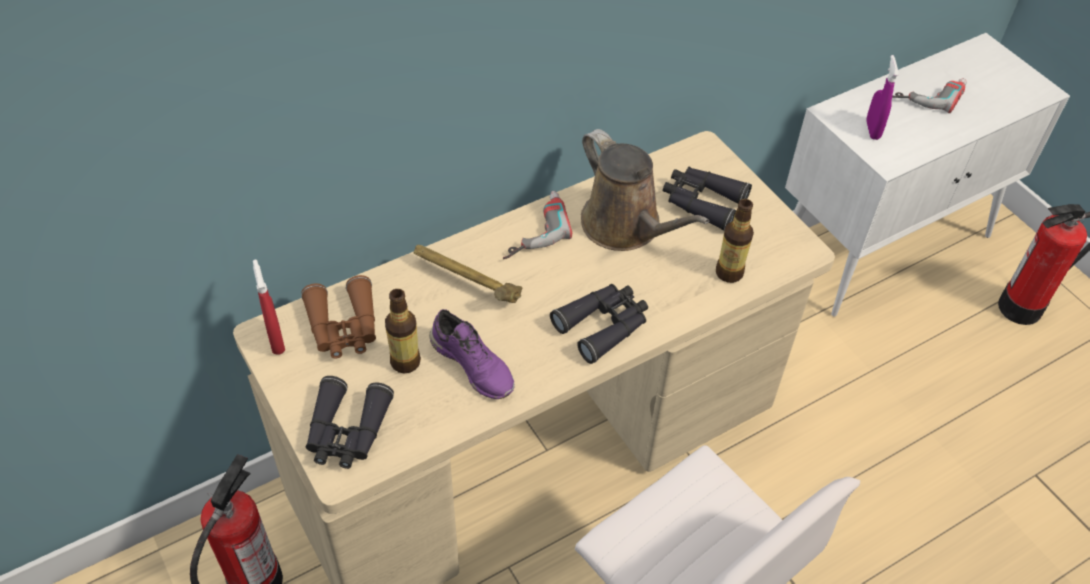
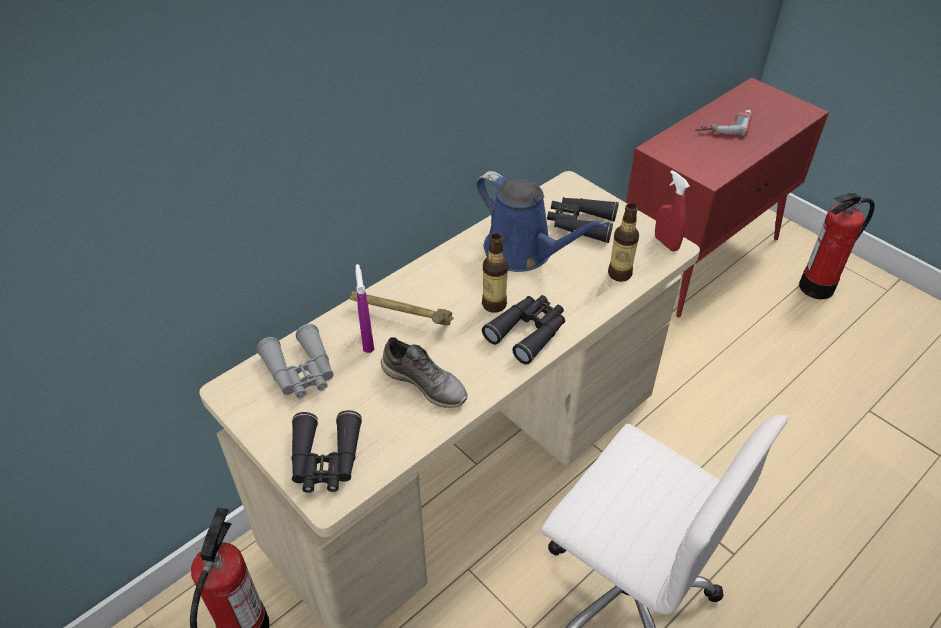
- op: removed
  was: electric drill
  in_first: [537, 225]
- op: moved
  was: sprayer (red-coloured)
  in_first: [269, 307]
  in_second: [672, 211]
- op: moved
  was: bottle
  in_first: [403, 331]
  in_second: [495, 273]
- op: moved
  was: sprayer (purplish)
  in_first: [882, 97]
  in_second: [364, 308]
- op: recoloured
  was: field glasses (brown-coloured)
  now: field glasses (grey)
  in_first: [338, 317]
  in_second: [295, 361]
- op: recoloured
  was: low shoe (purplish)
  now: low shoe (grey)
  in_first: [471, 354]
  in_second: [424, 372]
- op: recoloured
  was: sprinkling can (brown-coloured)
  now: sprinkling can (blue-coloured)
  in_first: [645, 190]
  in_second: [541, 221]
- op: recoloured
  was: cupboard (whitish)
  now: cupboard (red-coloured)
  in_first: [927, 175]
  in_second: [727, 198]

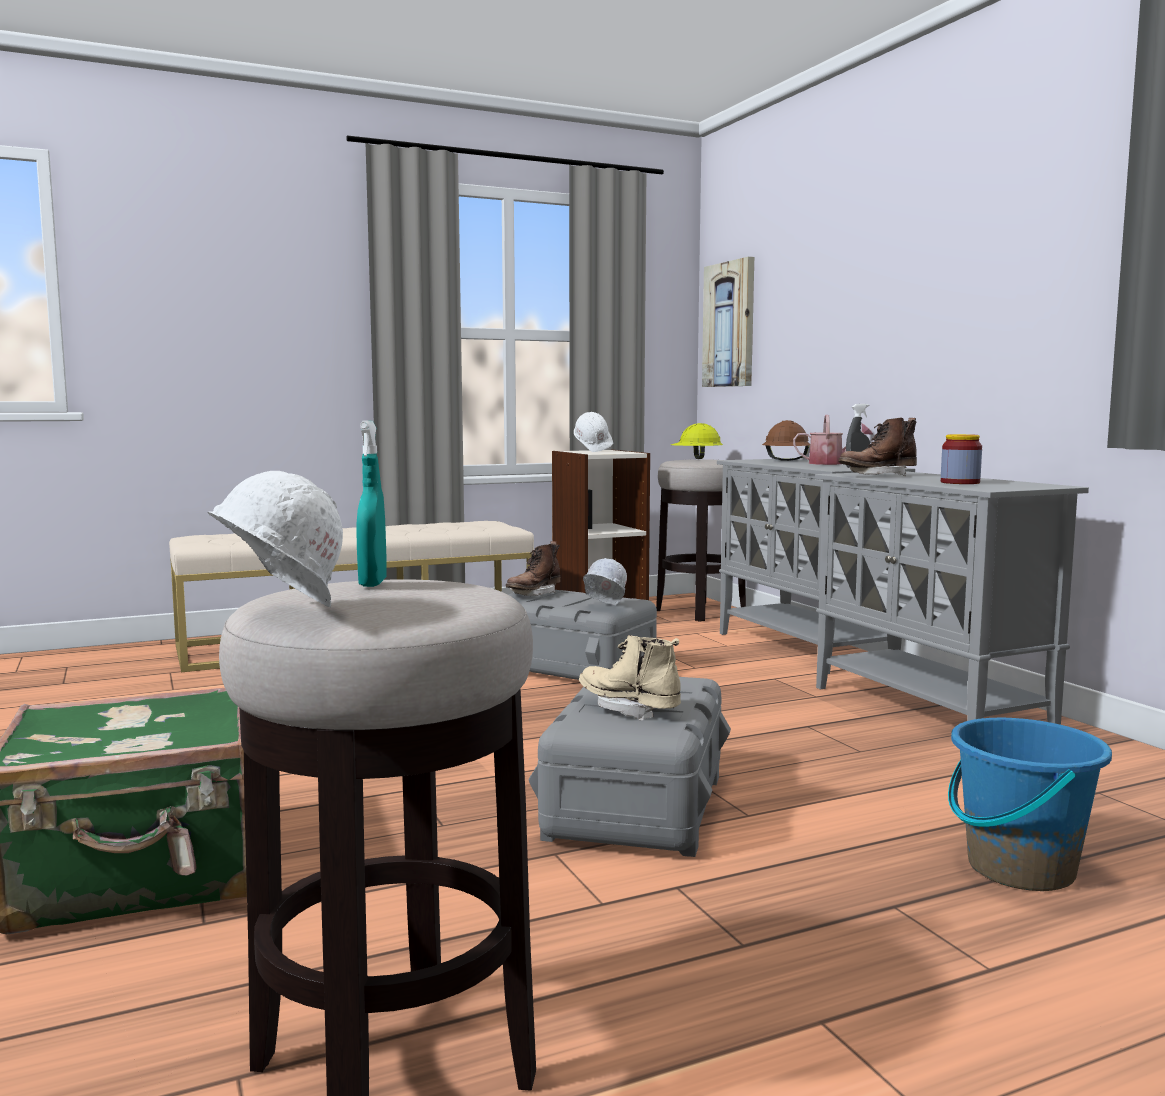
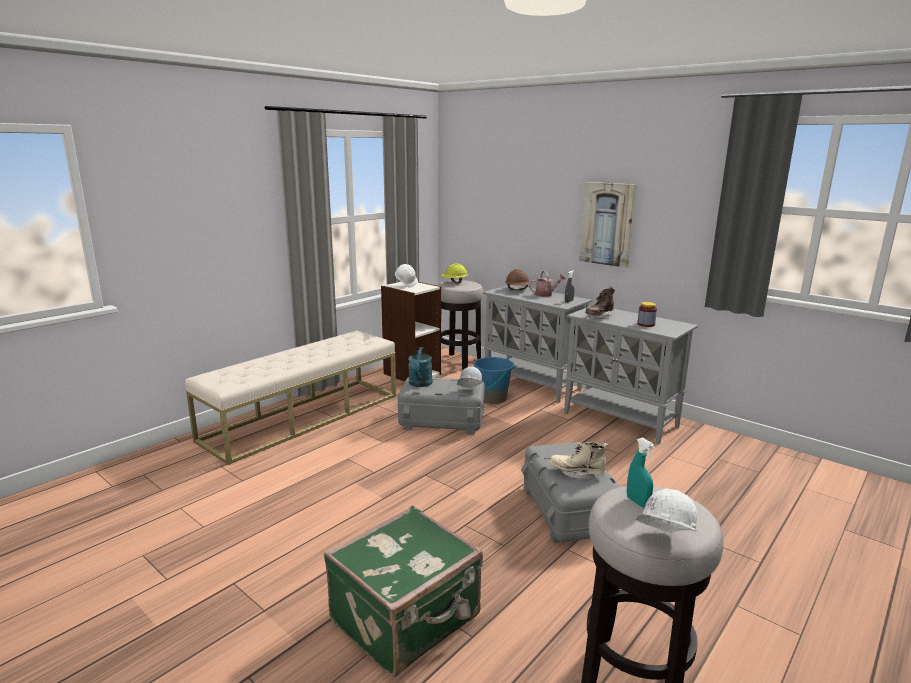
- op: moved
  was: wall picture
  in_first: [728, 322]
  in_second: [608, 225]
- op: moved
  was: pail (blue-coloured)
  in_first: [1030, 804]
  in_second: [494, 380]
- op: replaced
  was: tall boot (brown-coloured)
  now: sprinkling can (turquoise)
  in_first: [533, 568]
  in_second: [420, 367]

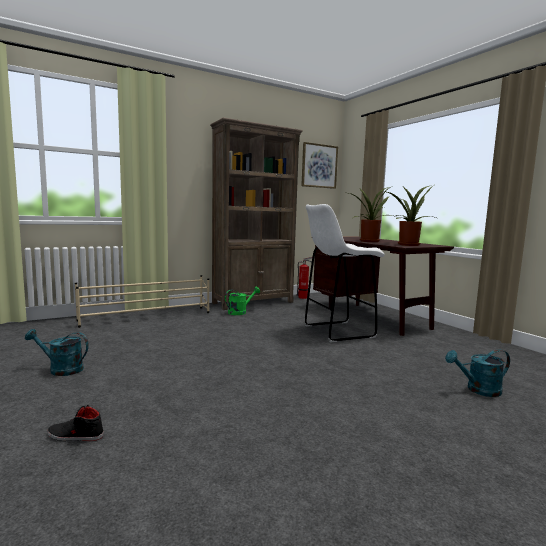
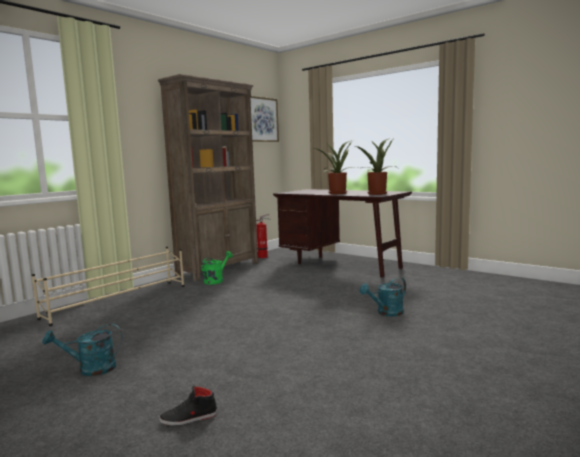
- op: removed
  was: stool (whitish)
  in_first: [345, 273]
- op: moved
  was: sprinkling can (turquoise)
  in_first: [477, 373]
  in_second: [383, 296]

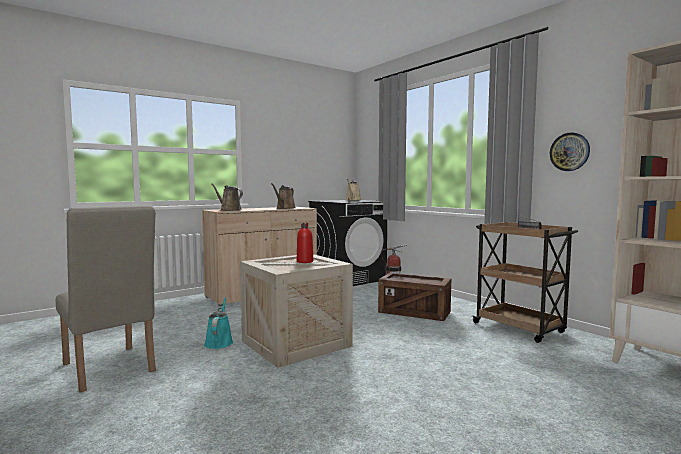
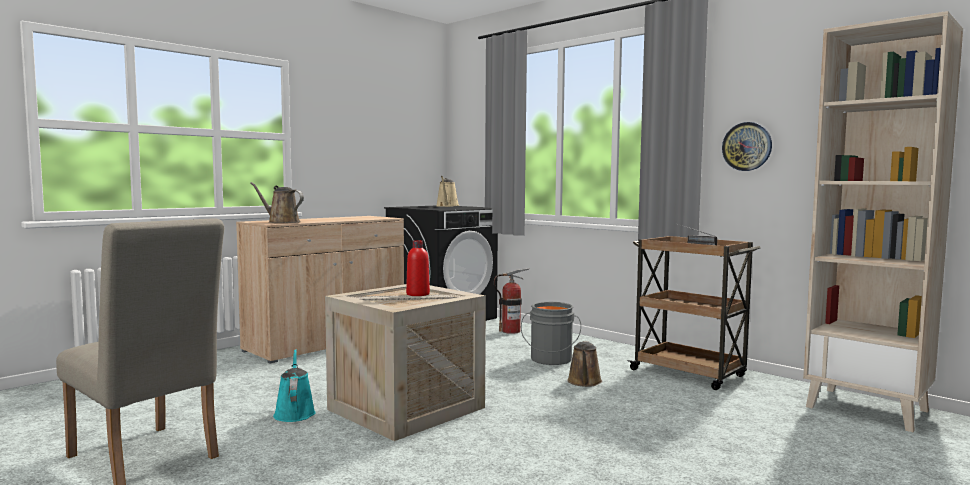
- op: moved
  was: sprinkling can (brown-coloured)
  in_first: [283, 196]
  in_second: [584, 364]
- op: replaced
  was: crate
  now: pail (grey)
  in_first: [414, 297]
  in_second: [551, 333]

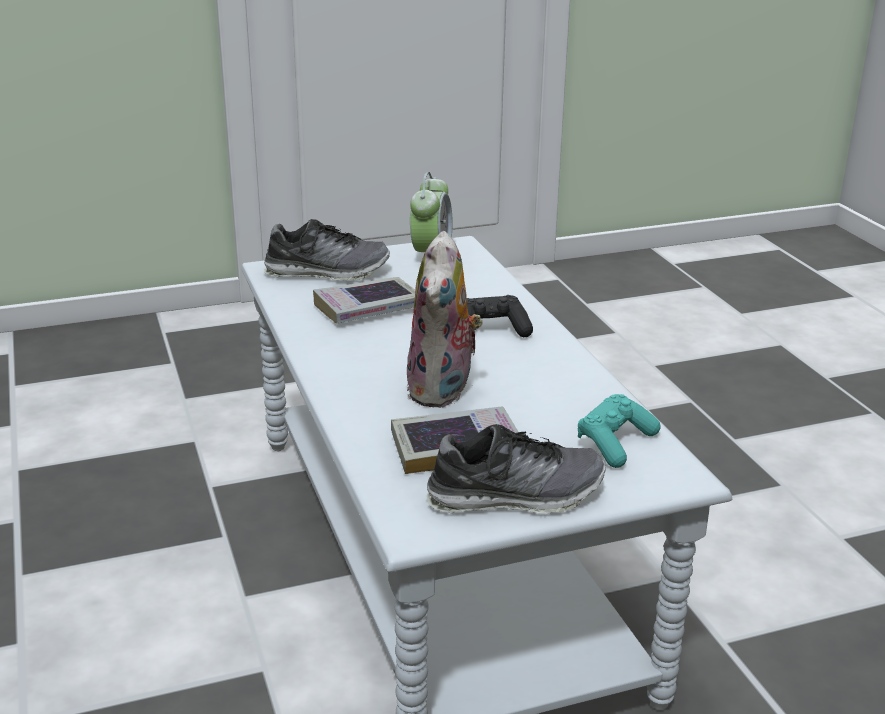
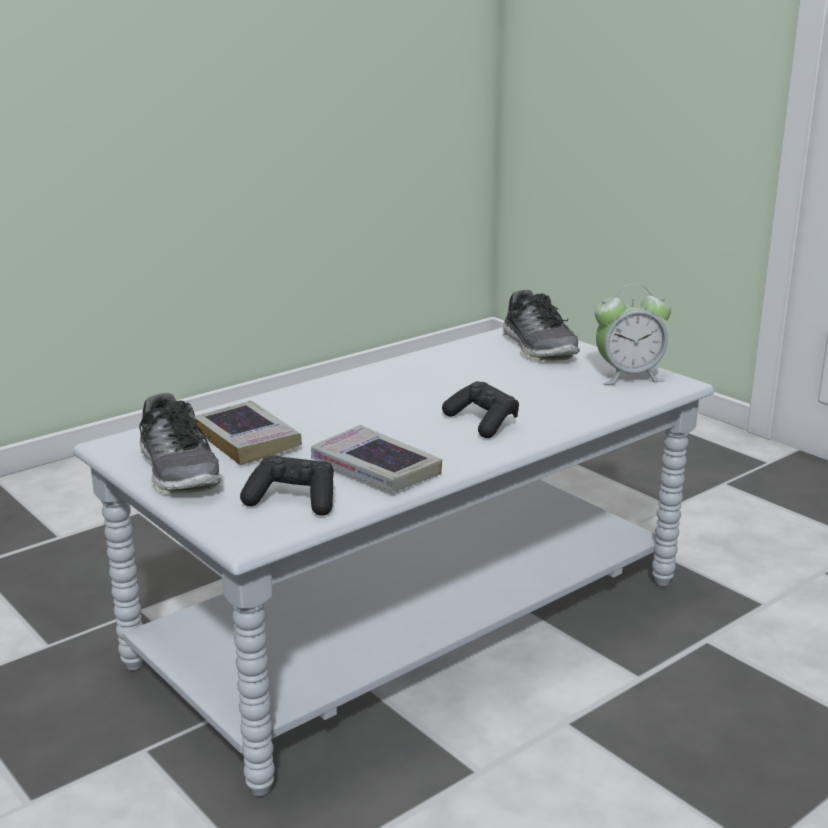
- op: removed
  was: soft toy
  in_first: [445, 319]
- op: moved
  was: volume
  in_first: [364, 300]
  in_second: [376, 458]
- op: recoloured
  was: joypad (turquoise)
  now: joypad (black-coloured)
  in_first: [619, 431]
  in_second: [287, 485]

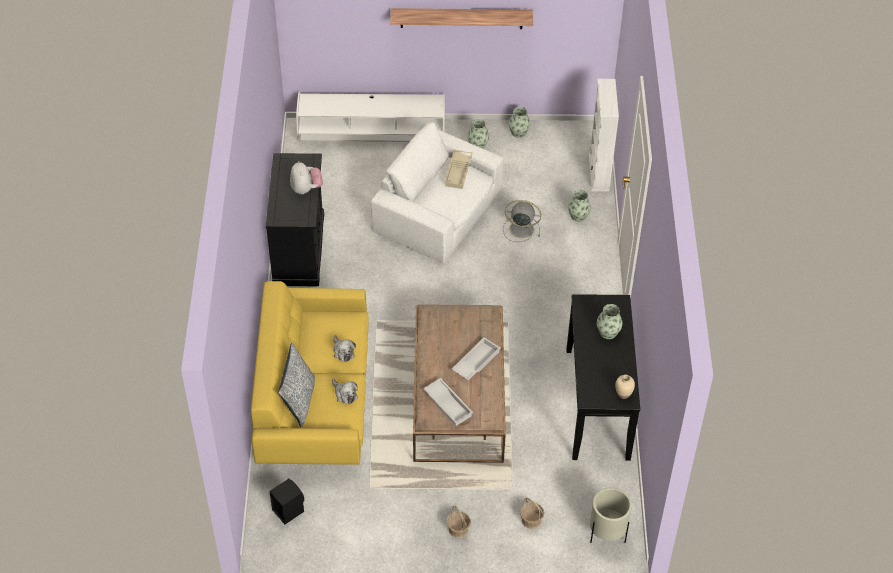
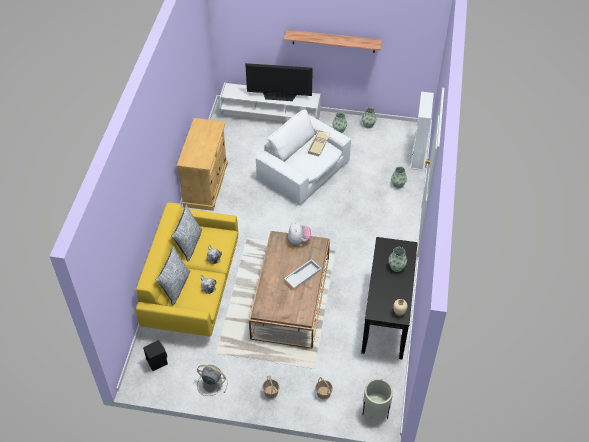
- op: removed
  was: tray (whitish)
  in_first: [448, 402]
- op: added
  now: pillow
  in_second: [186, 233]
- op: added
  now: television
  in_second: [279, 82]
- op: moved
  was: soft toy
  in_first: [306, 177]
  in_second: [299, 232]
- op: moved
  was: fan (grey)
  in_first: [522, 221]
  in_second: [212, 380]
- op: recoloured
  was: cupboard (black-coloured)
  now: cupboard (beige)
  in_first: [295, 219]
  in_second: [202, 164]

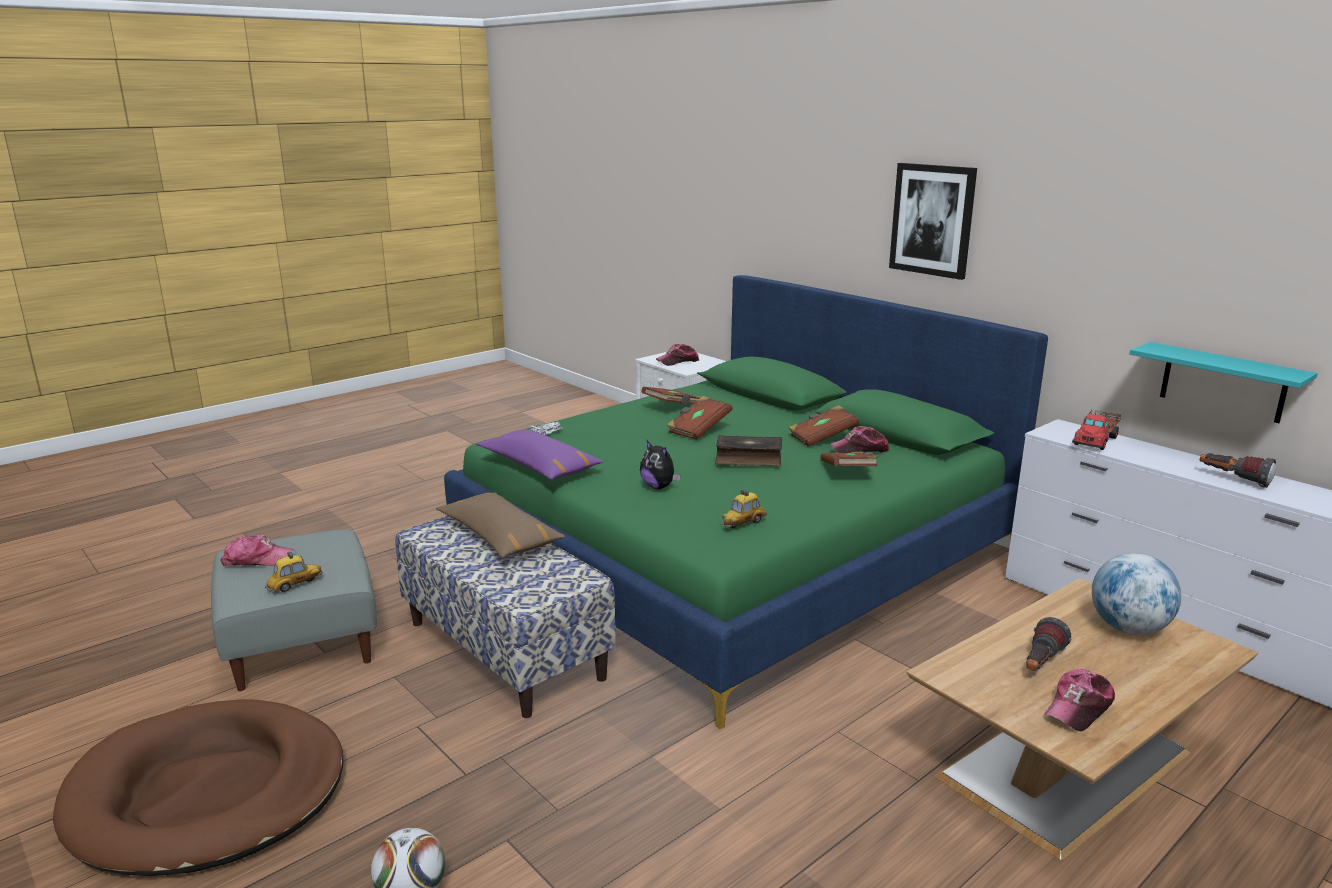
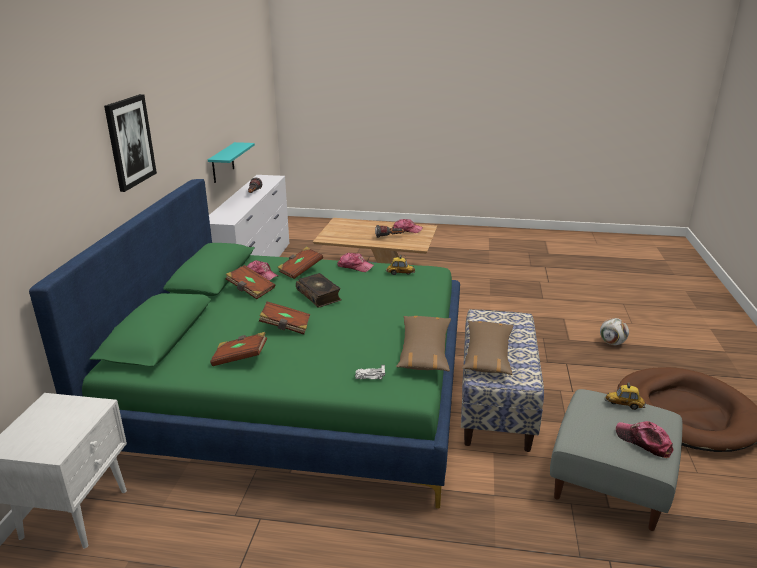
- op: removed
  was: soft toy
  in_first: [660, 464]
- op: removed
  was: toy lorry
  in_first: [1096, 430]
- op: removed
  was: desk globe
  in_first: [1136, 594]
- op: moved
  was: peaked cap
  in_first: [677, 355]
  in_second: [355, 262]
- op: recoloured
  was: pillow (purplish)
  now: pillow (brown-coloured)
  in_first: [539, 454]
  in_second: [423, 344]

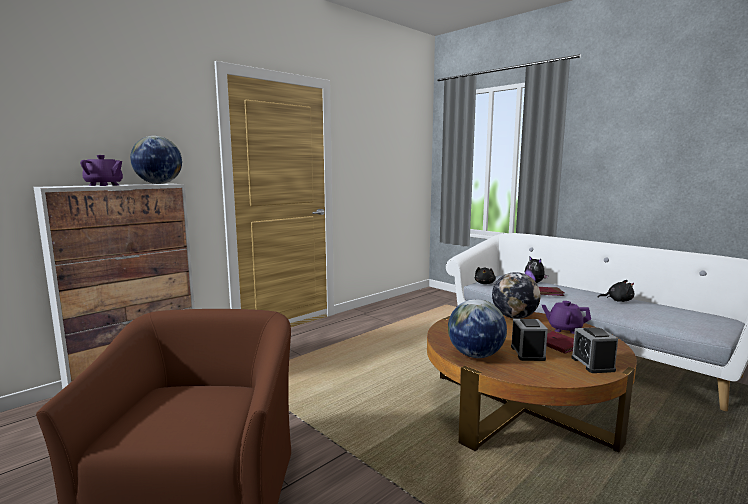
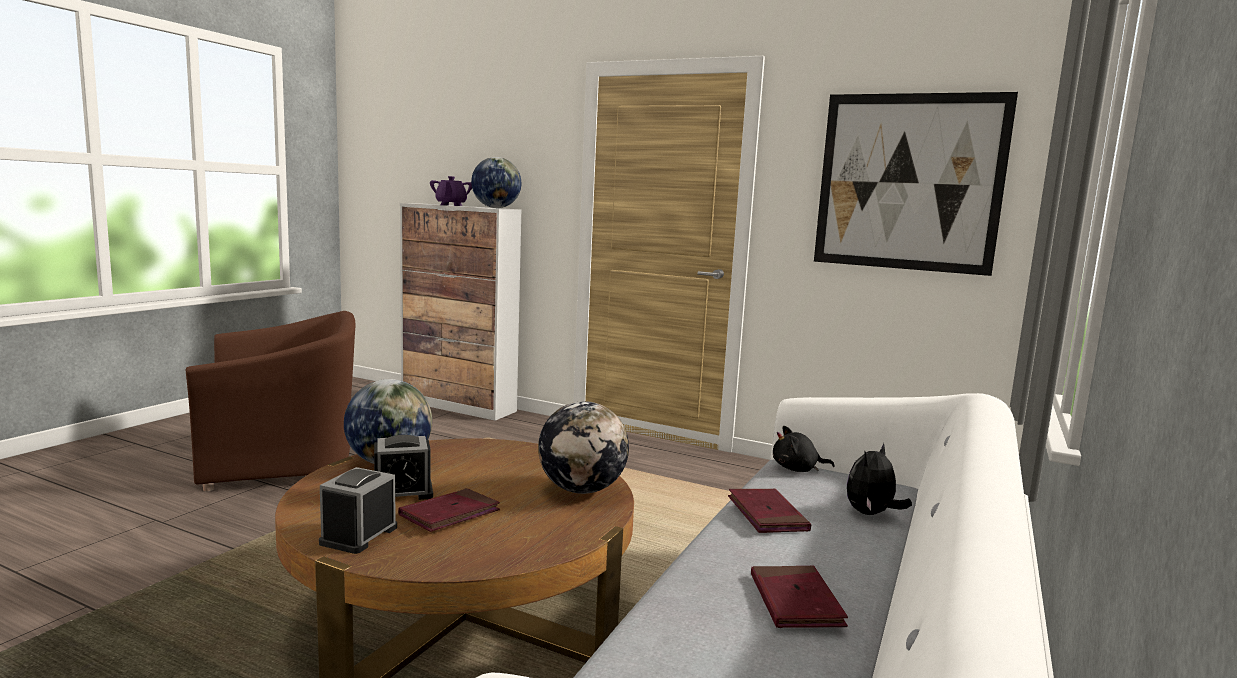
- op: removed
  was: teapot (purplish)
  in_first: [566, 317]
- op: added
  now: wall picture
  in_second: [916, 184]
- op: replaced
  was: soft toy (black-coloured)
  now: volume (red-coloured)
  in_first: [616, 291]
  in_second: [799, 597]
- op: turned
  was: alarm clock
  in_first: [594, 350]
  in_second: [358, 510]
  clockwise: -45

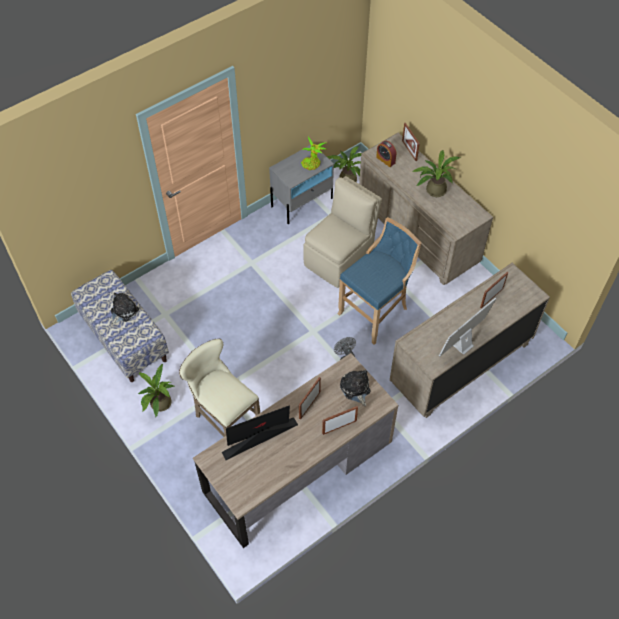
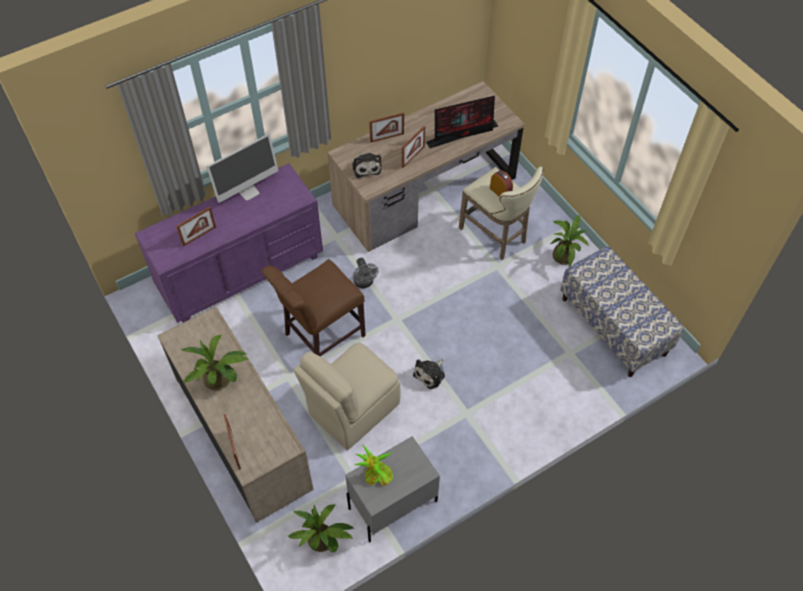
- op: moved
  was: soft toy
  in_first: [125, 309]
  in_second: [429, 374]
- op: moved
  was: alarm clock
  in_first: [386, 154]
  in_second: [501, 183]
- op: replaced
  was: stool (blue-coloured)
  now: upright chair (brown-coloured)
  in_first: [379, 281]
  in_second: [313, 307]
- op: recoloured
  was: drawer chest (beige)
  now: drawer chest (purplish)
  in_first: [470, 340]
  in_second: [229, 243]

